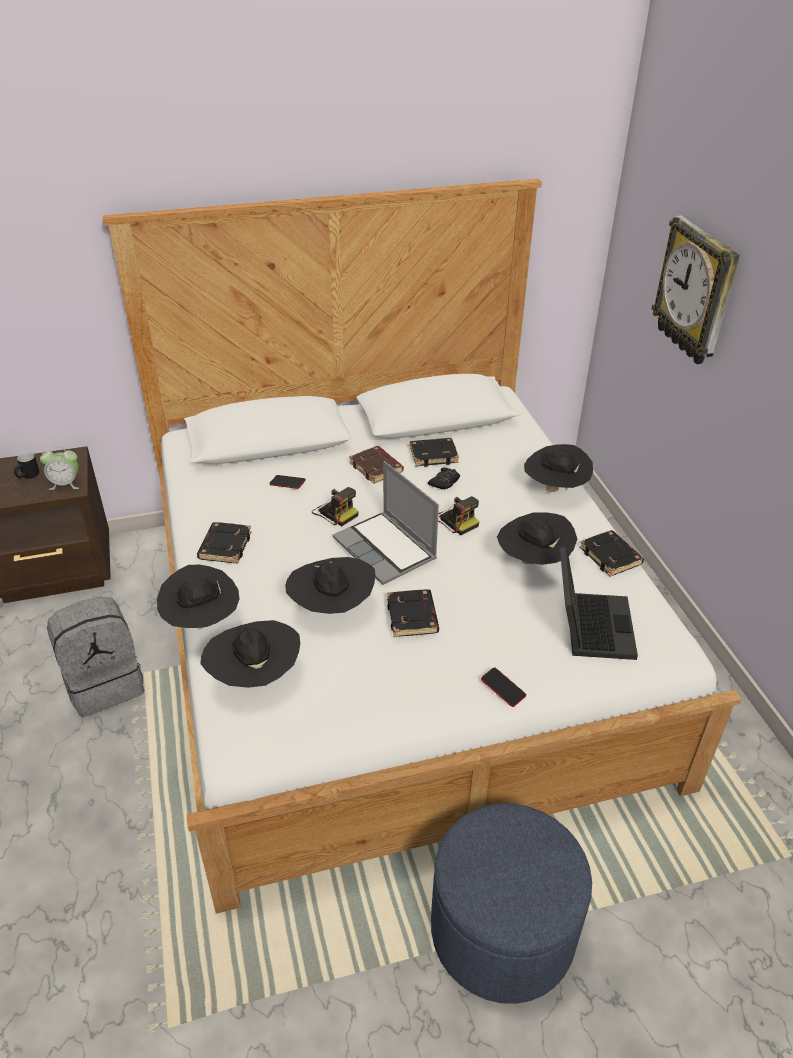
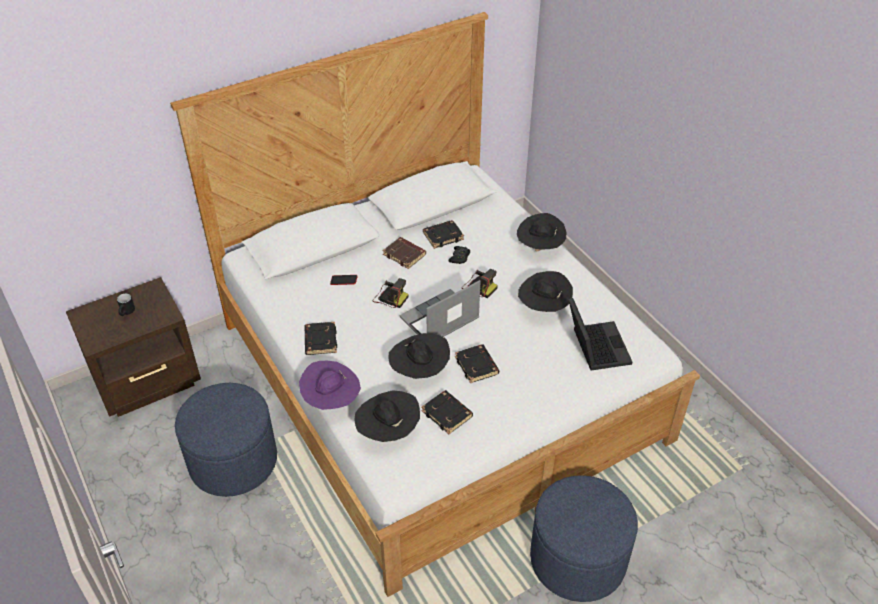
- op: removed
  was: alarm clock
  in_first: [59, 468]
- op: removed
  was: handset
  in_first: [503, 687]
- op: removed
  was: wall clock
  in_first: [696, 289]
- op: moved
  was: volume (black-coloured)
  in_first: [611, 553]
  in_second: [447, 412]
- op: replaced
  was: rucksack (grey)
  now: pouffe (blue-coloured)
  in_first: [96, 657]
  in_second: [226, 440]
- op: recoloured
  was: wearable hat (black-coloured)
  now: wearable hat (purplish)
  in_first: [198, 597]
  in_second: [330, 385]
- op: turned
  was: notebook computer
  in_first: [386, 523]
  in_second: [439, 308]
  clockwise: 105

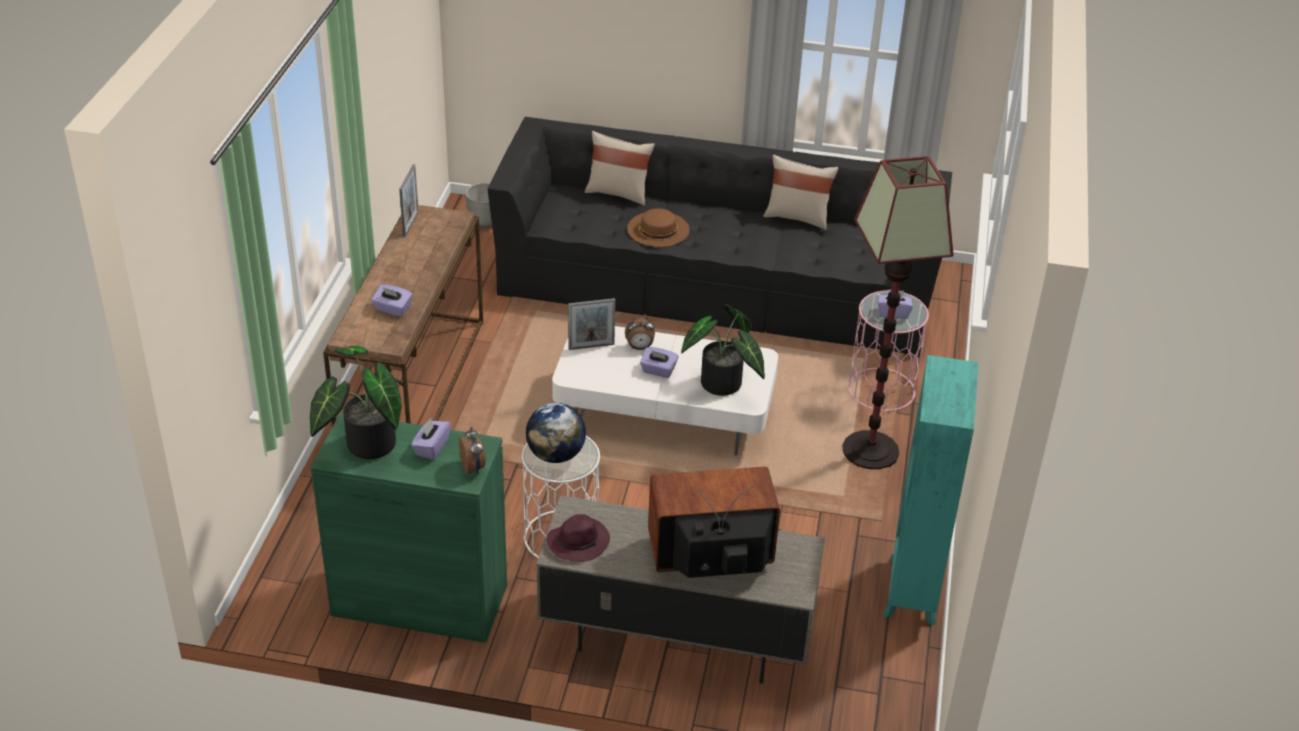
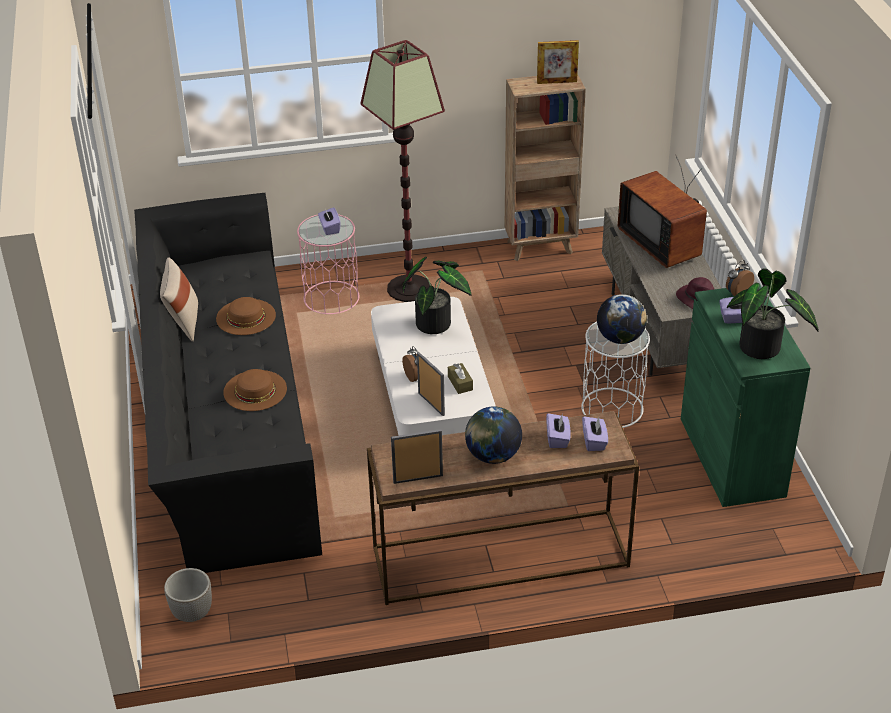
- op: removed
  was: pillow (beige)
  in_first: [620, 168]
- op: added
  now: wearable hat (brown-coloured)
  in_second: [246, 316]
- op: added
  now: box of tissues (brown-coloured)
  in_second: [460, 378]
- op: added
  now: desk globe
  in_second: [493, 435]
- op: added
  now: picture frame
  in_second: [558, 62]
- op: moved
  was: box of tissues (purplish)
  in_first: [659, 362]
  in_second: [595, 434]
- op: recoloured
  was: shelving unit (turquoise)
  now: shelving unit (brown-coloured)
  in_first: [931, 490]
  in_second: [545, 167]

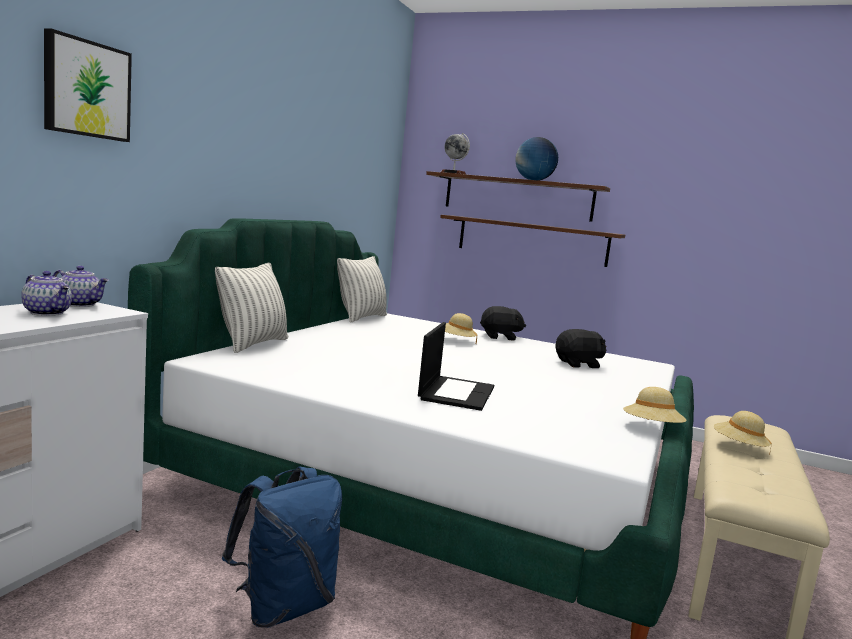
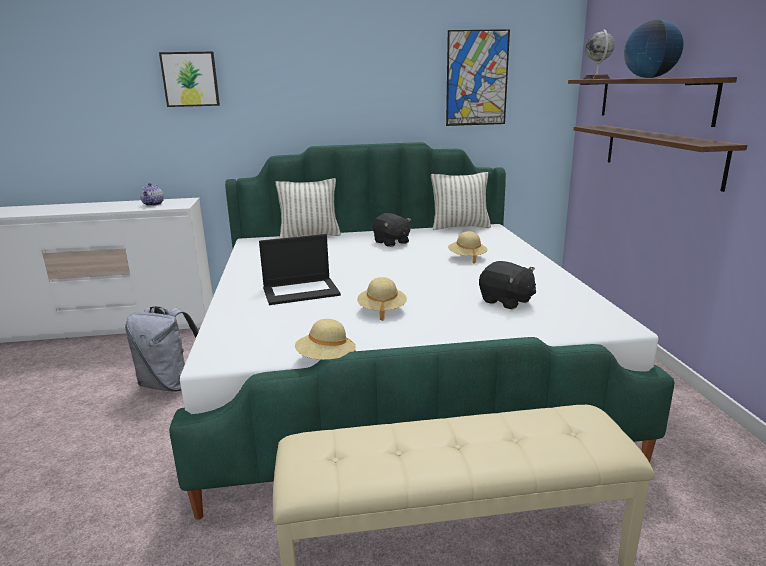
- op: removed
  was: teapot
  in_first: [81, 286]
- op: added
  now: wall picture
  in_second: [478, 77]
- op: moved
  was: soft toy (black-coloured)
  in_first: [503, 323]
  in_second: [392, 230]
- op: moved
  was: wearable hat (beige)
  in_first: [743, 433]
  in_second: [382, 299]
- op: recoloured
  was: rucksack (blue-coloured)
  now: rucksack (grey)
  in_first: [282, 547]
  in_second: [162, 349]

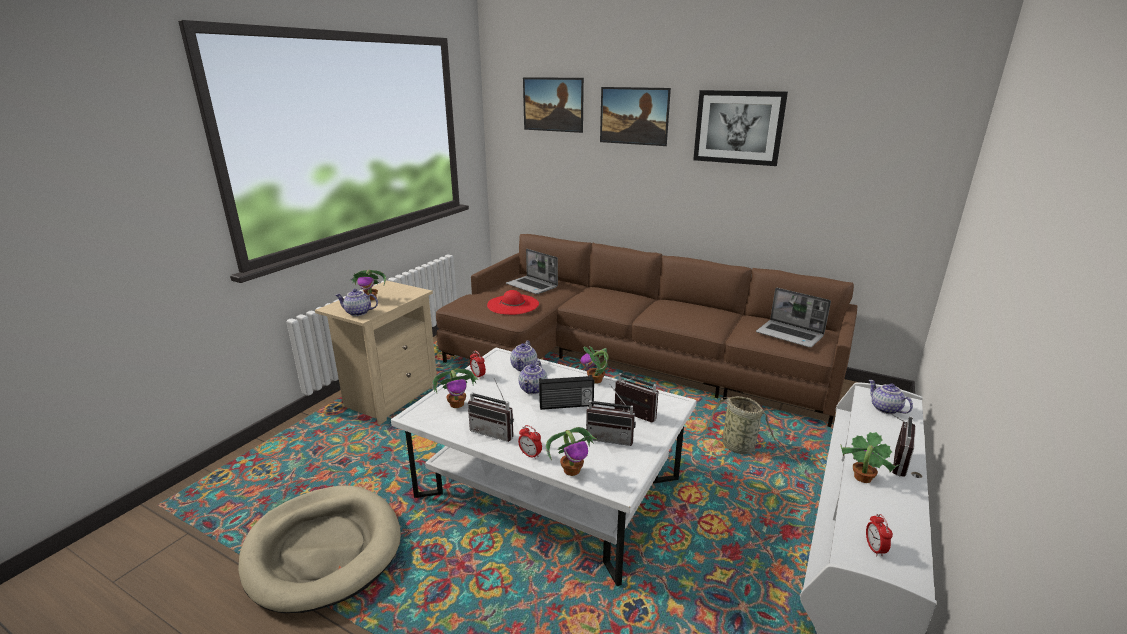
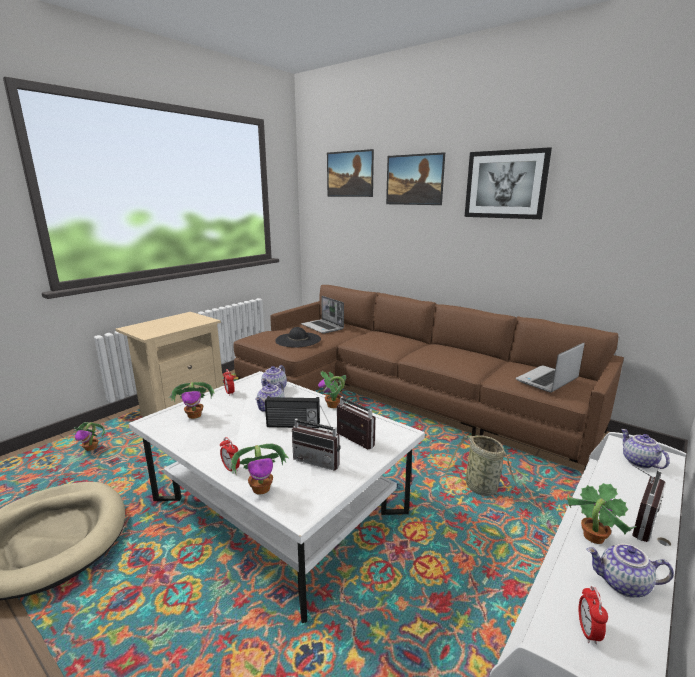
- op: removed
  was: radio
  in_first: [491, 410]
- op: moved
  was: teapot
  in_first: [356, 302]
  in_second: [630, 570]
- op: moved
  was: potted plant
  in_first: [368, 285]
  in_second: [89, 436]
- op: recoloured
  was: wearable hat (red-coloured)
  now: wearable hat (black-coloured)
  in_first: [513, 302]
  in_second: [298, 337]
- op: turned
  was: notebook computer
  in_first: [793, 318]
  in_second: [550, 368]
  clockwise: 90

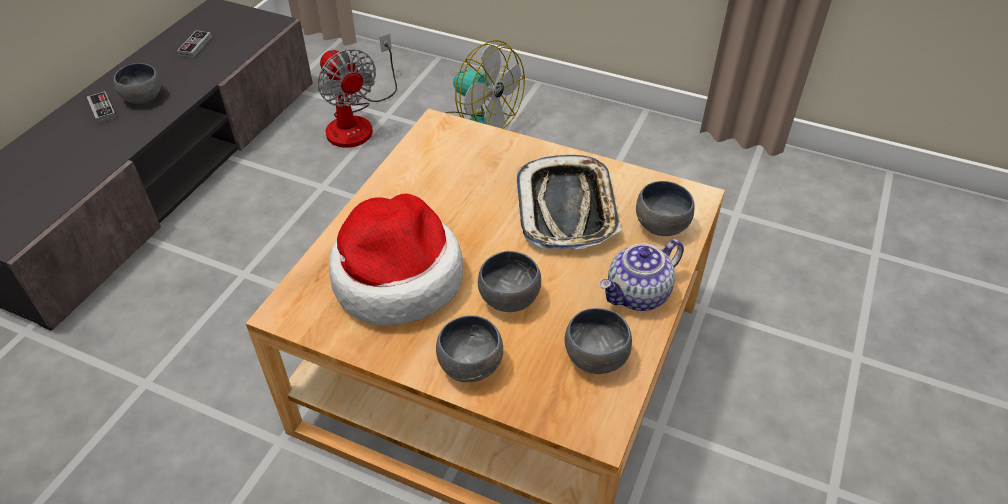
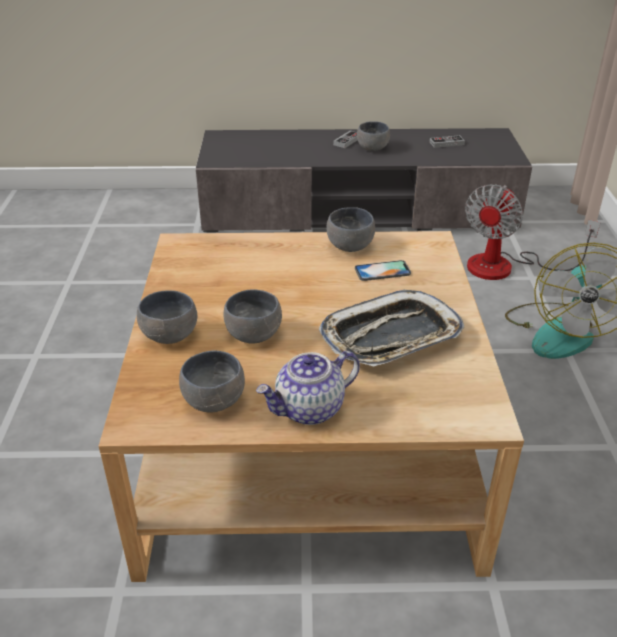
- op: removed
  was: wearable hat
  in_first: [396, 259]
- op: added
  now: handset
  in_second: [383, 270]
- op: moved
  was: bowl (grey)
  in_first: [665, 208]
  in_second: [351, 229]
- op: turned
  was: teapot
  in_first: [641, 275]
  in_second: [308, 388]
  clockwise: -60

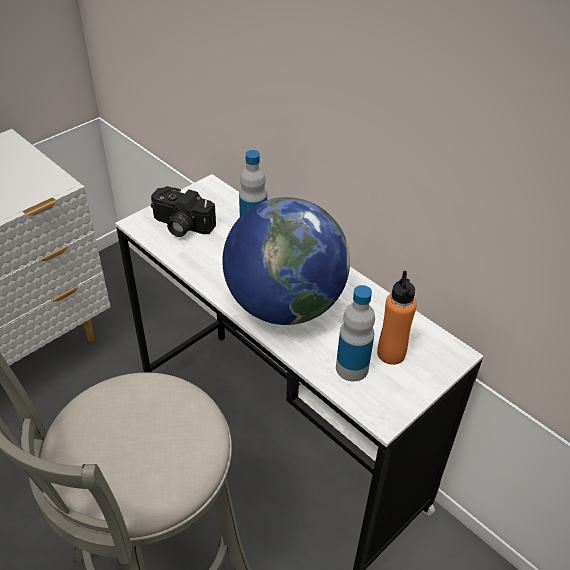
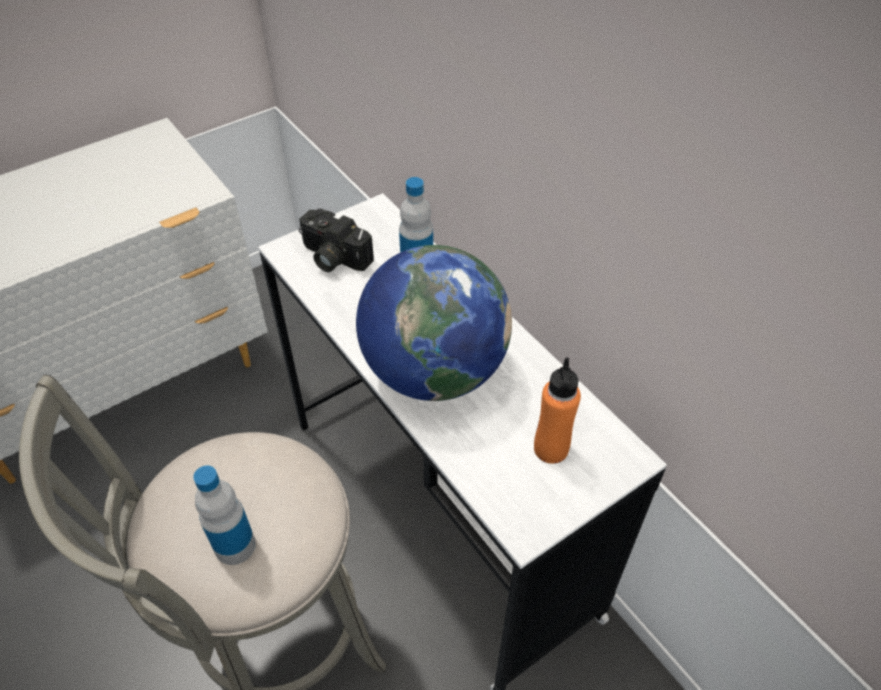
- op: moved
  was: bottle
  in_first: [355, 333]
  in_second: [224, 515]

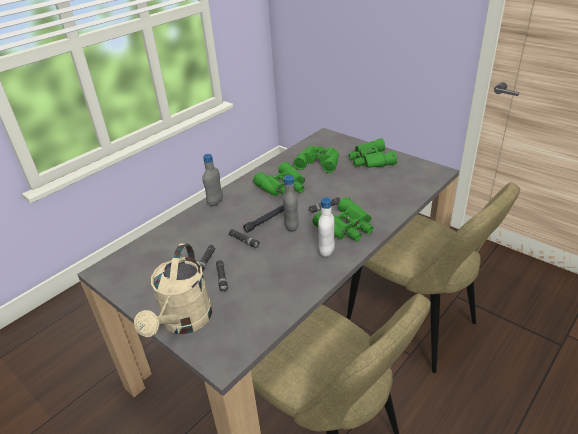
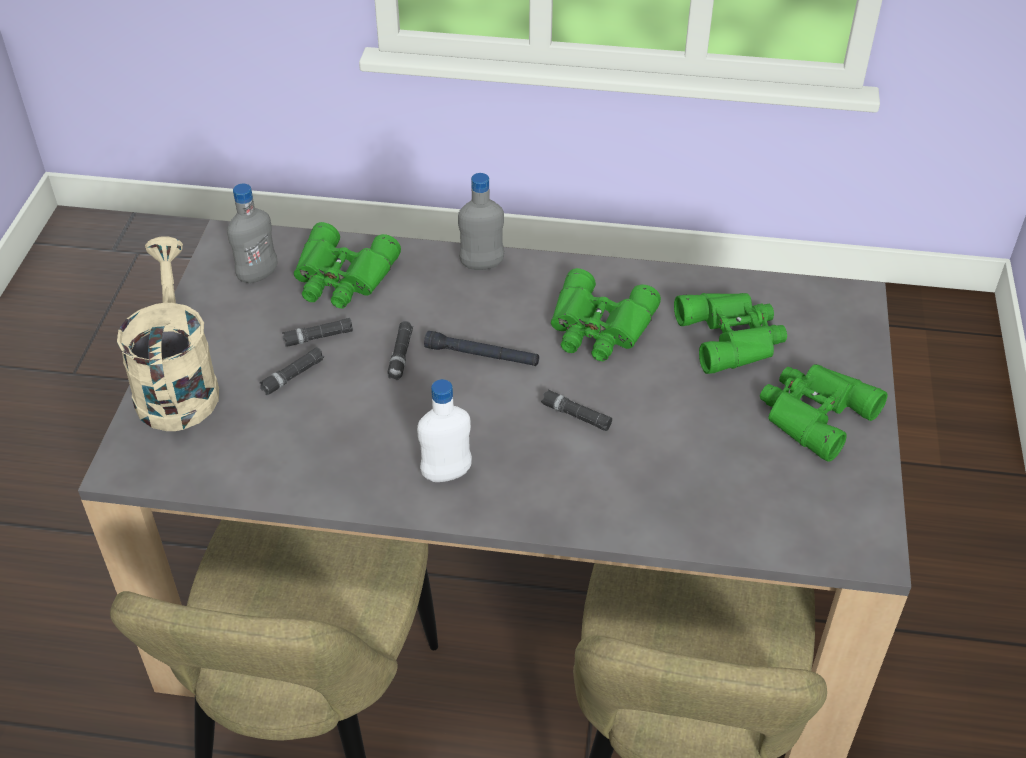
- op: moved
  was: bottle (grey)
  in_first: [291, 203]
  in_second: [252, 233]
- op: moved
  was: field glasses (greenish)
  in_first: [343, 219]
  in_second: [347, 265]
- op: turned
  was: sprinkling can (beige)
  in_first: [173, 290]
  in_second: [168, 333]
  clockwise: 105

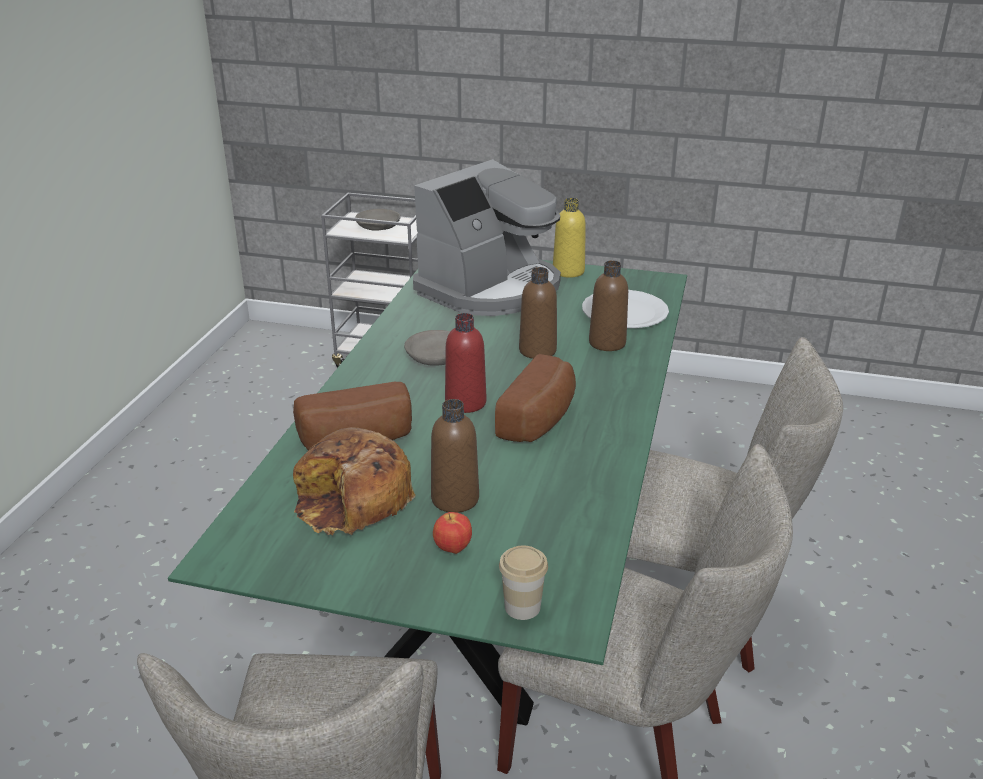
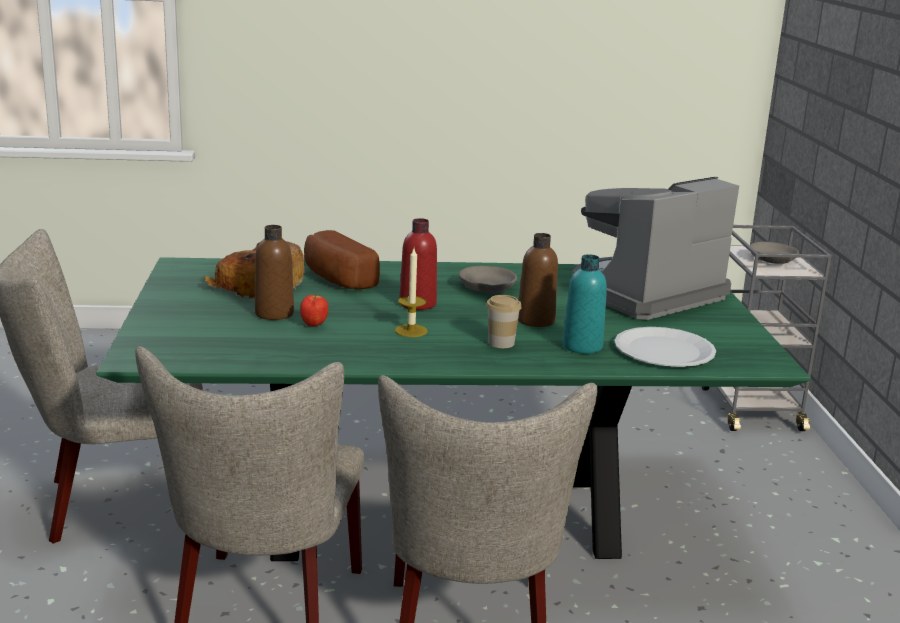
- op: removed
  was: bottle (yellow)
  in_first: [569, 238]
- op: moved
  was: whole apple
  in_first: [452, 533]
  in_second: [314, 310]
- op: moved
  was: cup
  in_first: [523, 582]
  in_second: [503, 321]
- op: replaced
  was: bread
  now: wax candle
  in_first: [535, 398]
  in_second: [411, 292]
- op: recoloured
  was: bottle (brown-coloured)
  now: bottle (turquoise)
  in_first: [608, 305]
  in_second: [584, 304]
- op: turned
  was: coffee machine
  in_first: [487, 237]
  in_second: [655, 248]
  clockwise: 120

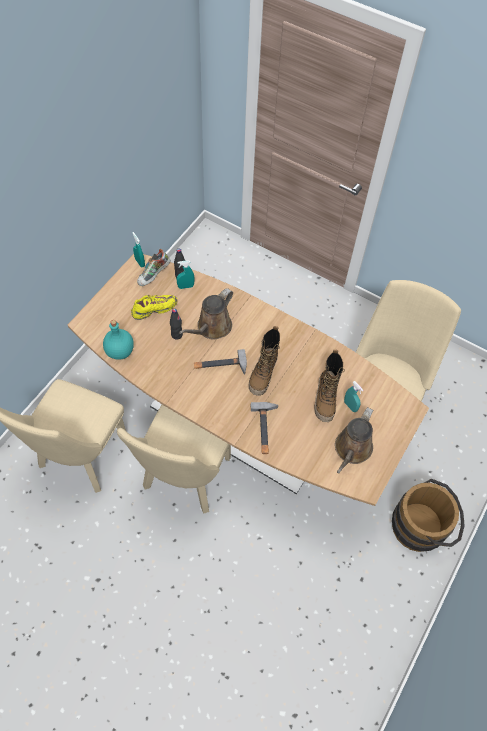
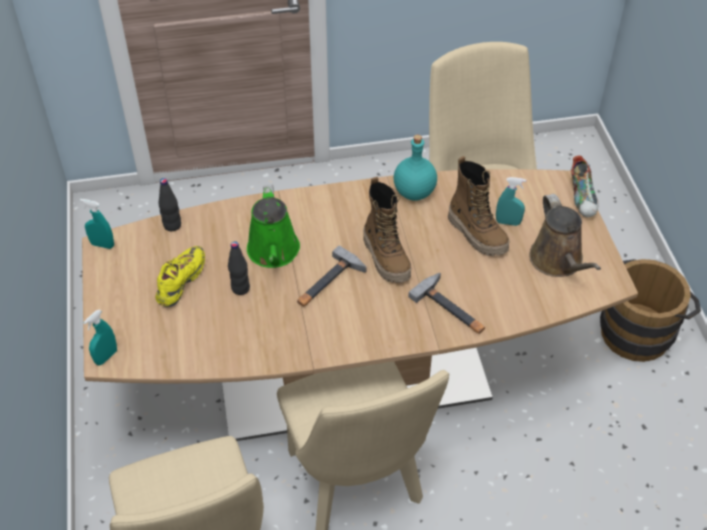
- op: moved
  was: bottle (turquoise)
  in_first: [118, 340]
  in_second: [415, 168]
- op: moved
  was: low shoe
  in_first: [154, 267]
  in_second: [585, 186]
- op: moved
  was: sprayer (turquoise)
  in_first: [185, 274]
  in_second: [100, 337]
- op: recoloured
  was: sprinkling can (brown-coloured)
  now: sprinkling can (greenish)
  in_first: [206, 314]
  in_second: [273, 226]

